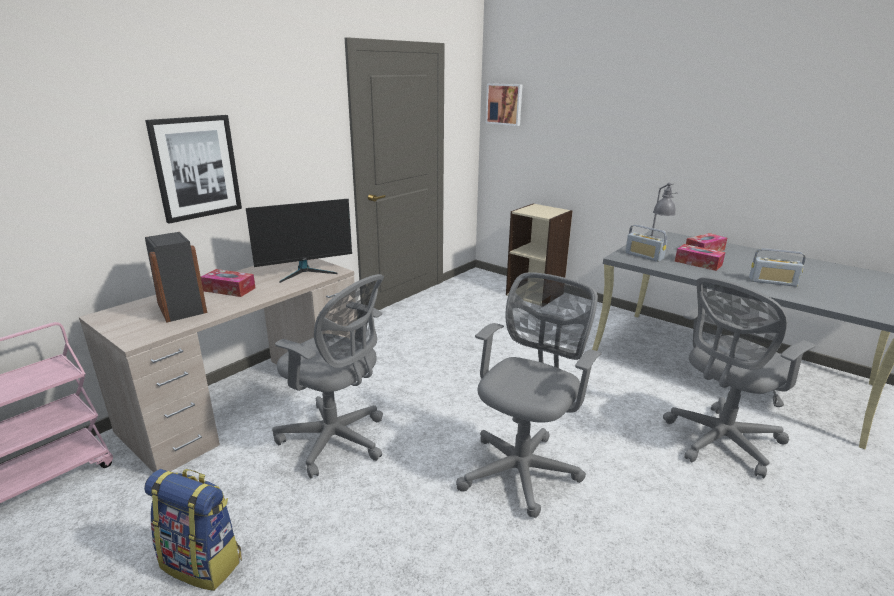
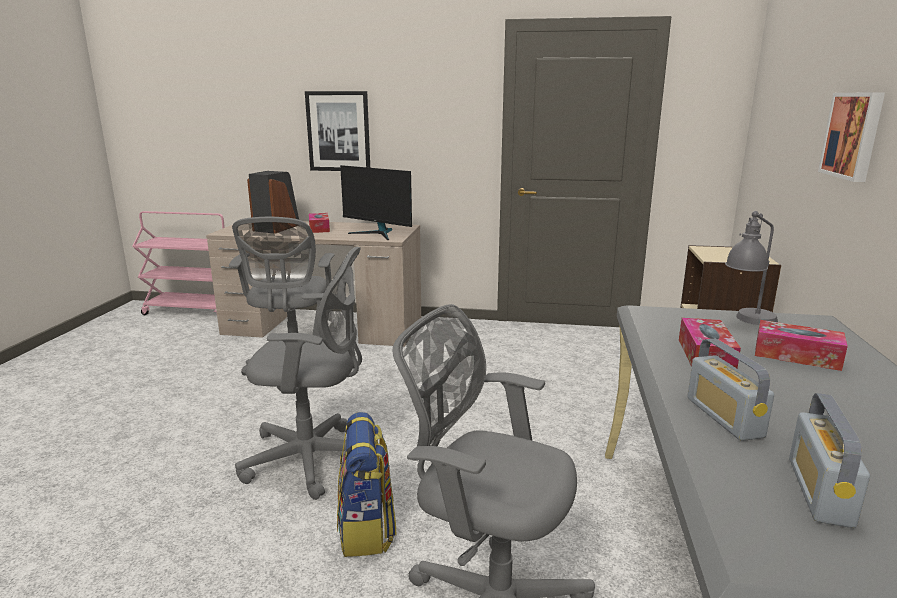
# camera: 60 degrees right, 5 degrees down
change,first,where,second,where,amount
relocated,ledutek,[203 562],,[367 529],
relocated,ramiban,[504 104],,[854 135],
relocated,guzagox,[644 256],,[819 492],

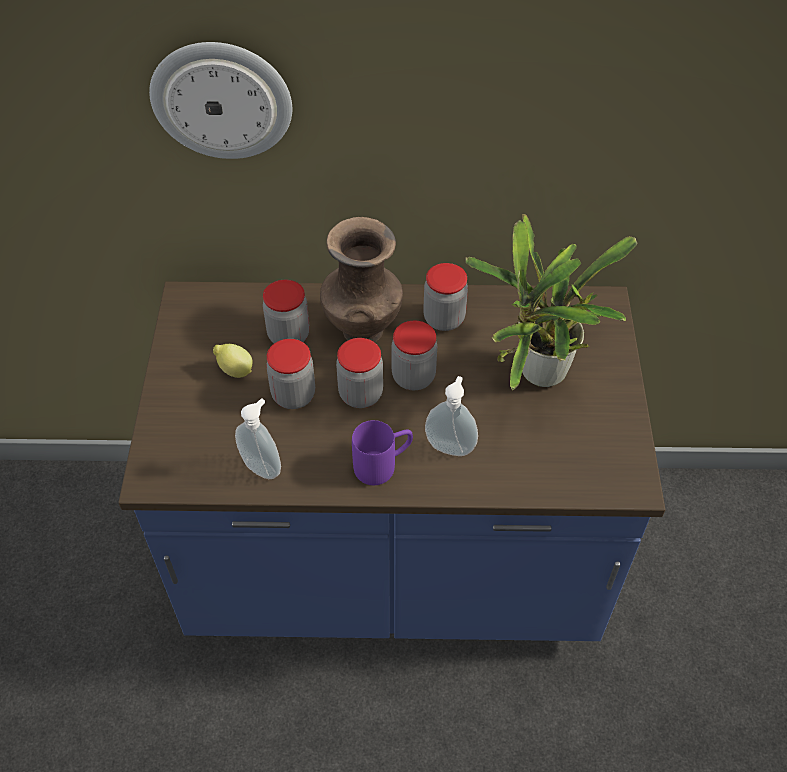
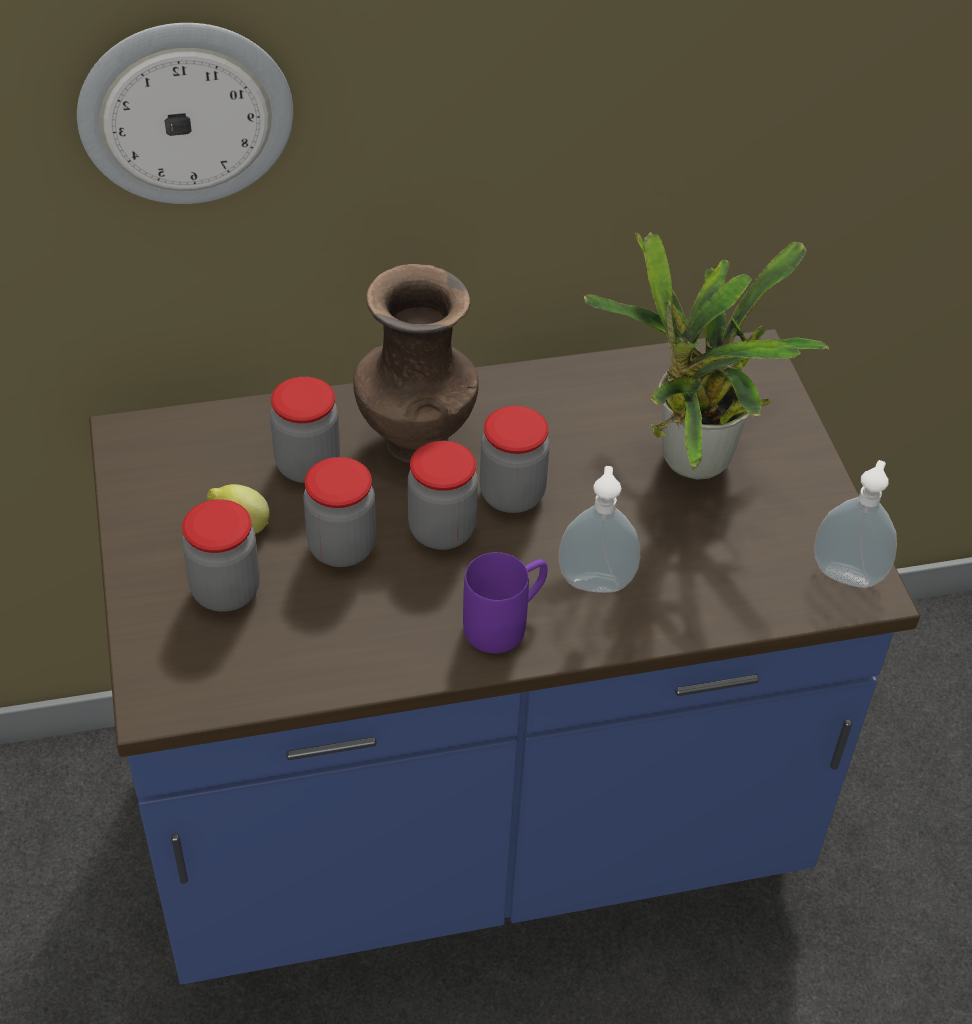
# camera: 15 degrees left, 5 degrees down
change,first,where,second,where,amount
relocated,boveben,[263 466],,[847 573],
relocated,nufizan,[444 319],,[225 591],

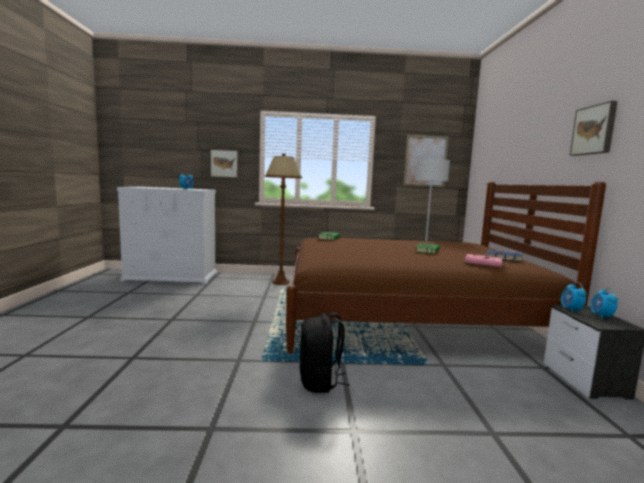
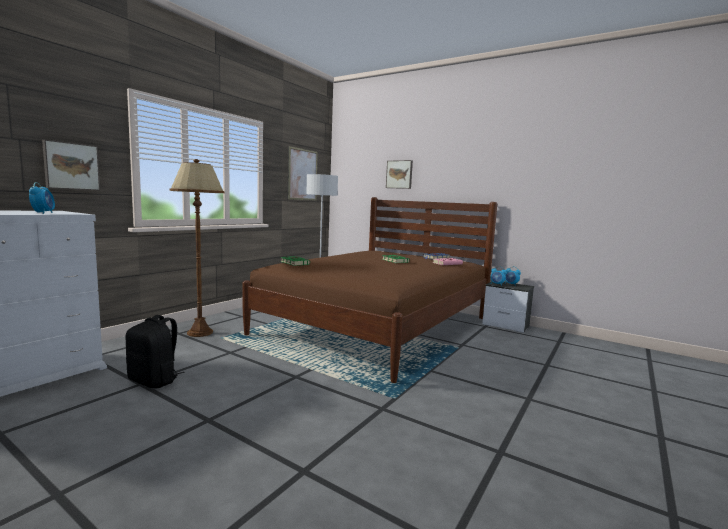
# camera: 55 degrees left, 0 degrees up
change,first,where,second,where,amount
relocated,black_ledutek,[320 382],,[154 381],
relocated,ramiban,[594 130],,[399 174],

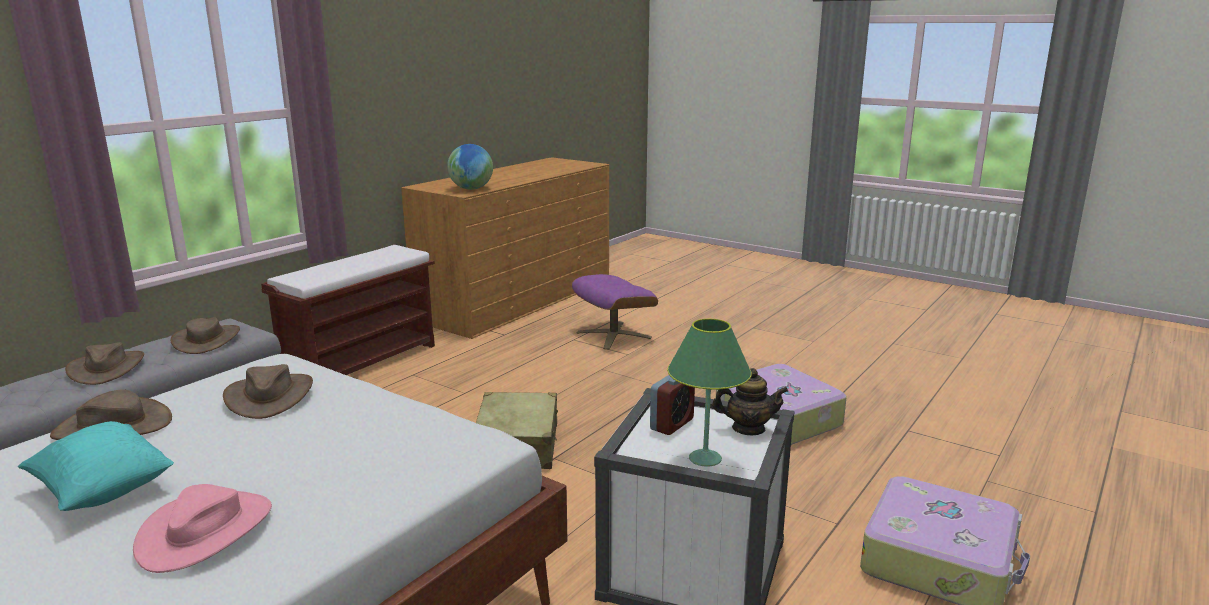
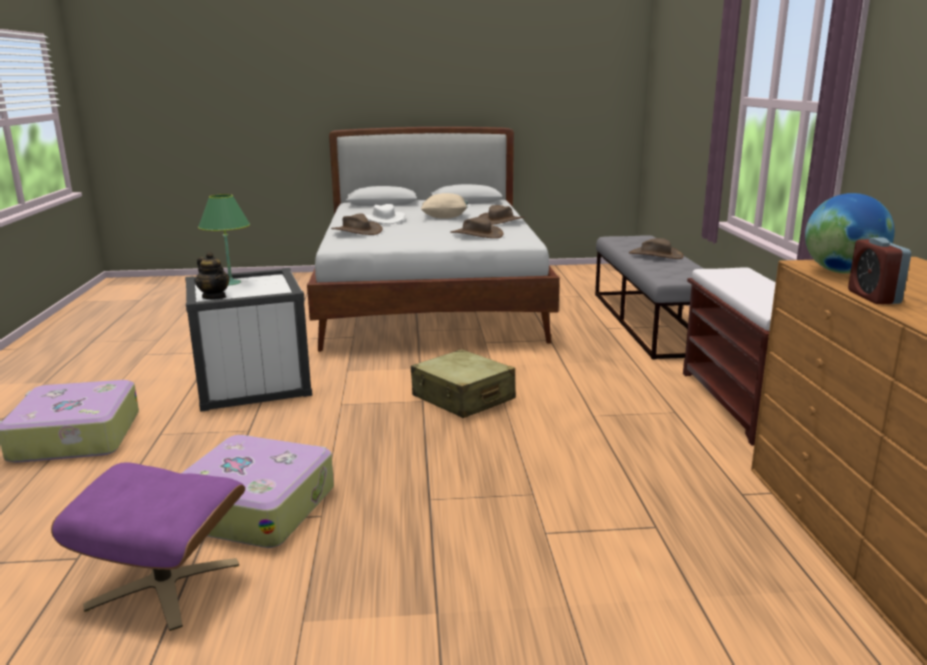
# camera: 140 degrees right, 0 degrees up
change,first,where,second,where,amount
relocated,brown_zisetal,[207 340],,[356 231],
relocated,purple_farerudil,[613 335],,[165 584],
relocated,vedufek,[672 424],,[873 297],
colour,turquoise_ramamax,[103 490],beige_ramamax,[445 217],
colour,pink_zisetal,[206 530],white_zisetal,[383 219],
spun,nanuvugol,[748 429],,[214 297],105 degrees counterclockwise

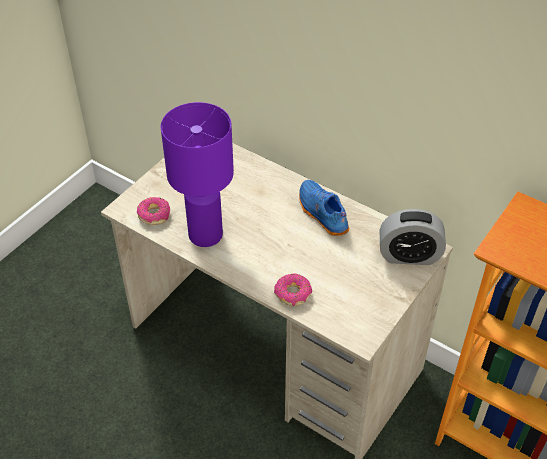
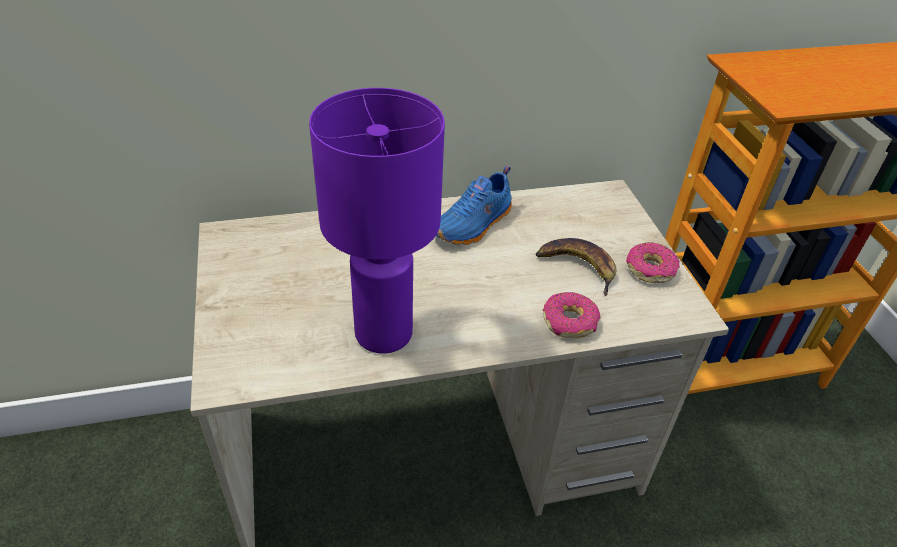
# camera: 50 degrees left, 5 degrees down
change,first,where,second,where,amount
missing,vedufek,[409 255],,,
appeared,,,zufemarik,[578 267],
relocated,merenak,[154 215],,[650 269],
spun,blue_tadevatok,[321 214],,[474 225],60 degrees counterclockwise

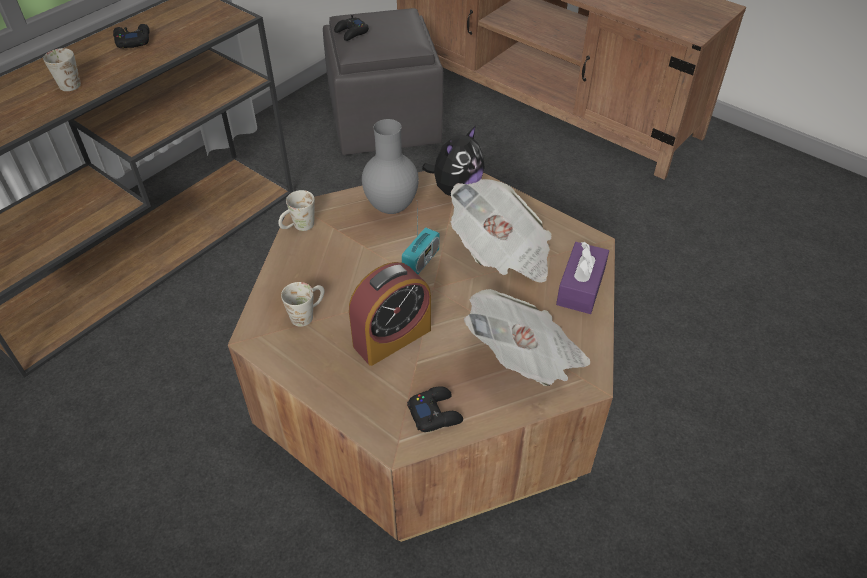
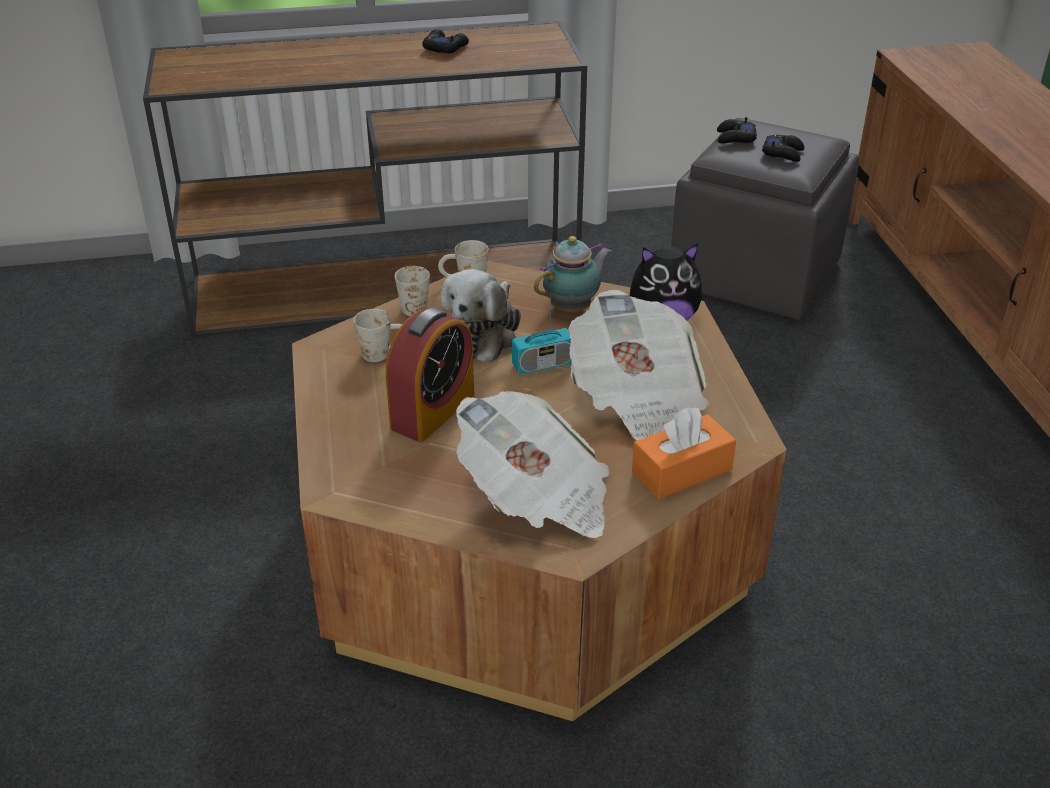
# camera: 40 degrees right, 10 degrees down
change,first,where,second,where,amount
appeared,,,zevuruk,[482 333],
relocated,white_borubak,[67 82],,[415 305],
relocated,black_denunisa,[435 413],,[783 153],
exchanged,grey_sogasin,[392 208],nanuvugol,[573 308],
colour,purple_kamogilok,[580 287],orange_kamogilok,[682 471],
spun,vedufek,[392 337],,[433 411],60 degrees counterclockwise

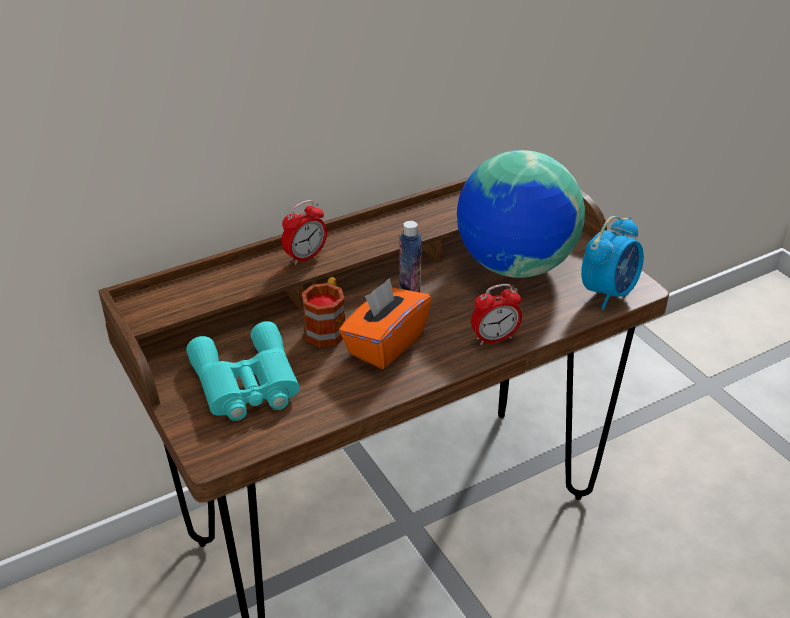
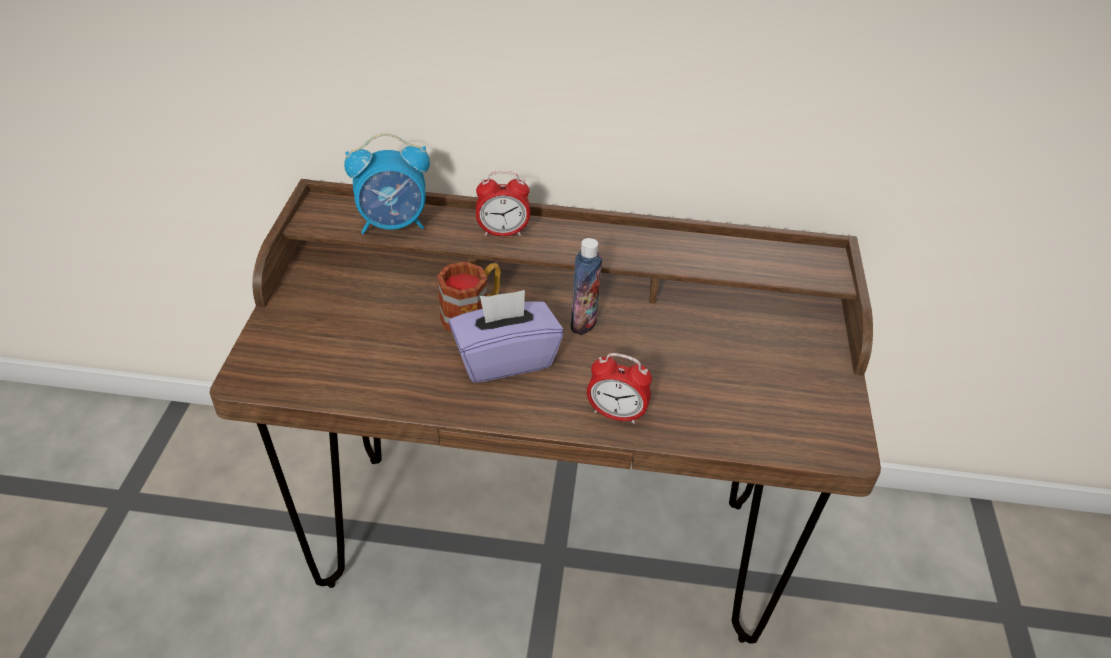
# camera: 35 degrees right, 5 degrees up
change,first,where,second,where,amount
missing,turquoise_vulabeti,[246 384],,,
missing,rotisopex,[514 266],,,
relocated,vedufek,[608 292],,[393 224],
colour,orange_kamogilok,[385 344],purple_kamogilok,[504 358],

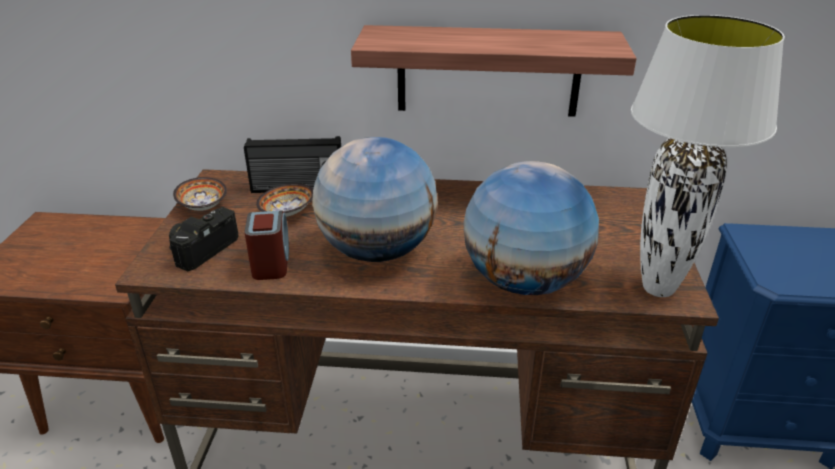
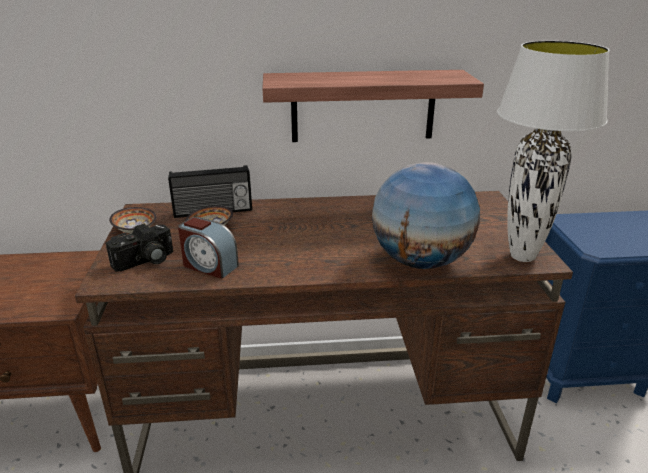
# camera: 10 degrees left, 5 degrees down
change,first,where,second,where,amount
missing,rotisopex,[377 251],,,
spun,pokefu,[202 248],,[145 261],150 degrees counterclockwise
spun,vedufek,[271 261],,[209 266],135 degrees clockwise

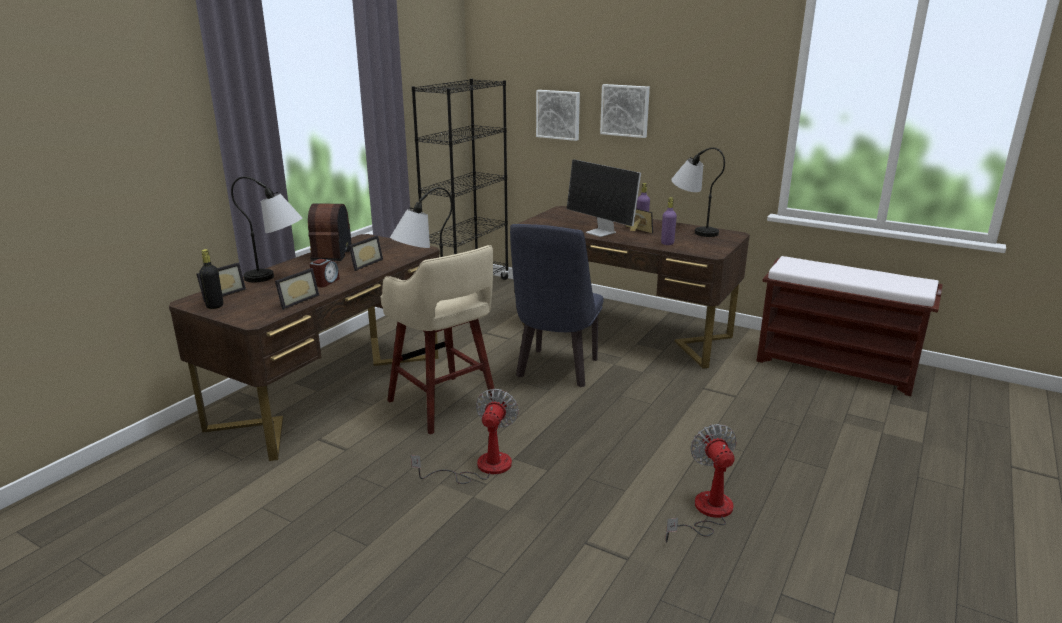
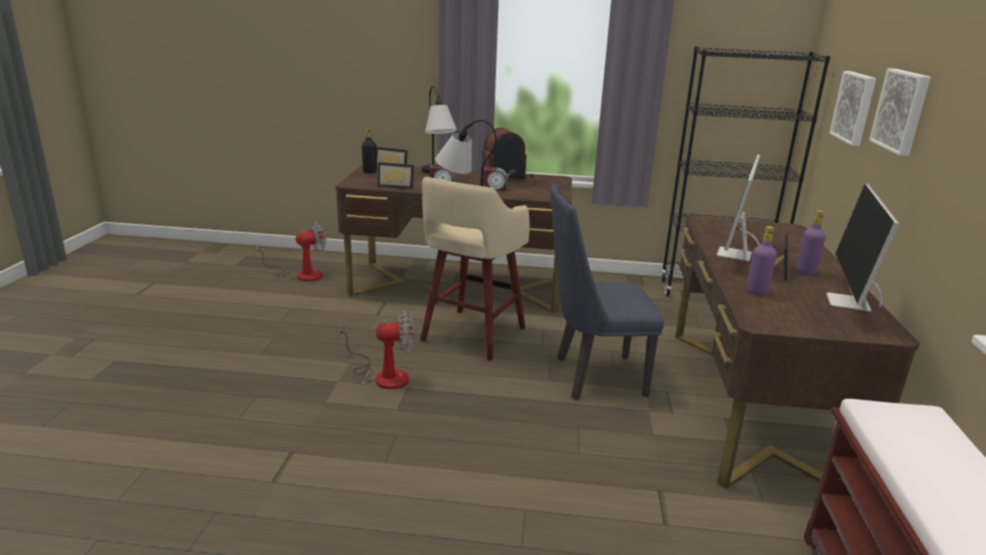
# camera: 65 degrees right, 0 degrees up
change,first,where,second,where,amount
relocated,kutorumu,[706 512],,[301 275],
exchanged,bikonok,[364 264],vedufek,[495 188],
exchanged,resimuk,[692 230],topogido,[849 303],

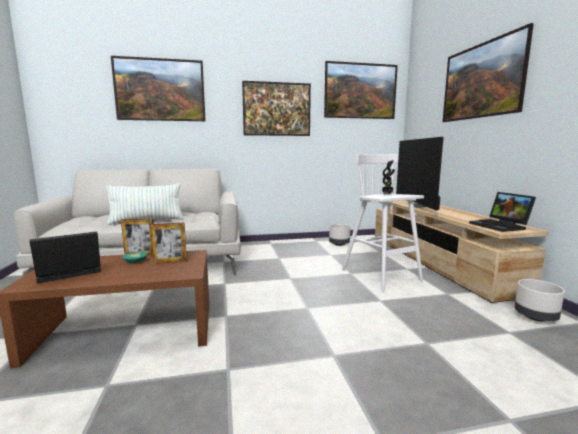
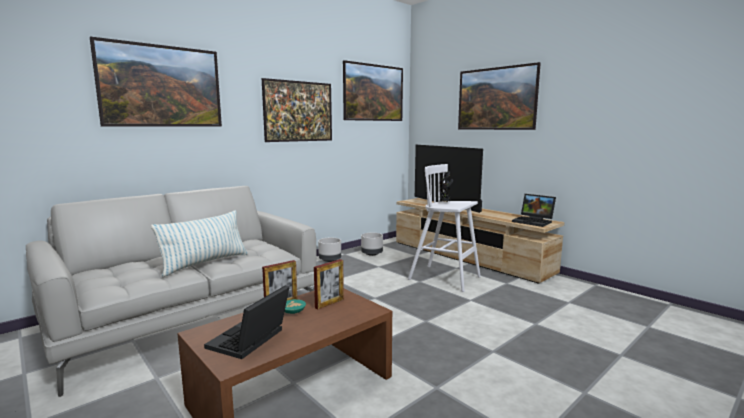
# camera: 30 degrees left, 0 degrees up
change,first,where,second,where,amount
relocated,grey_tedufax,[535 317],,[330 260],

